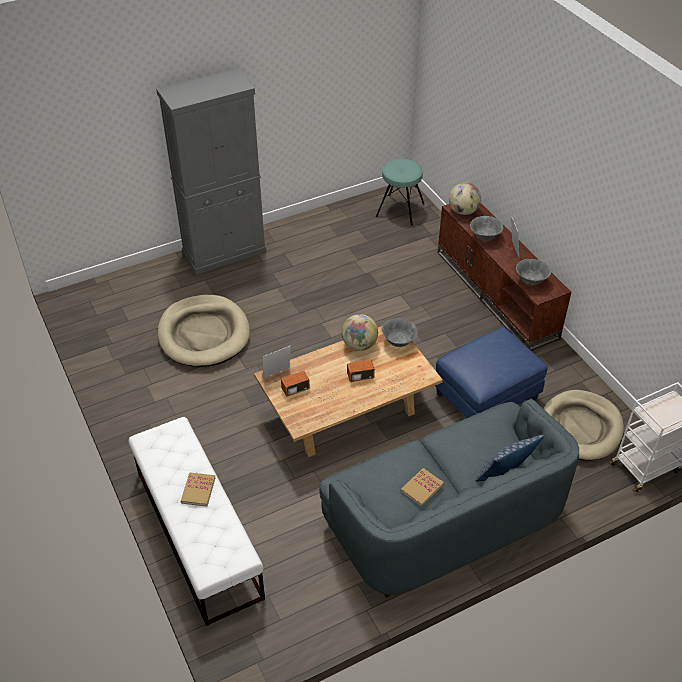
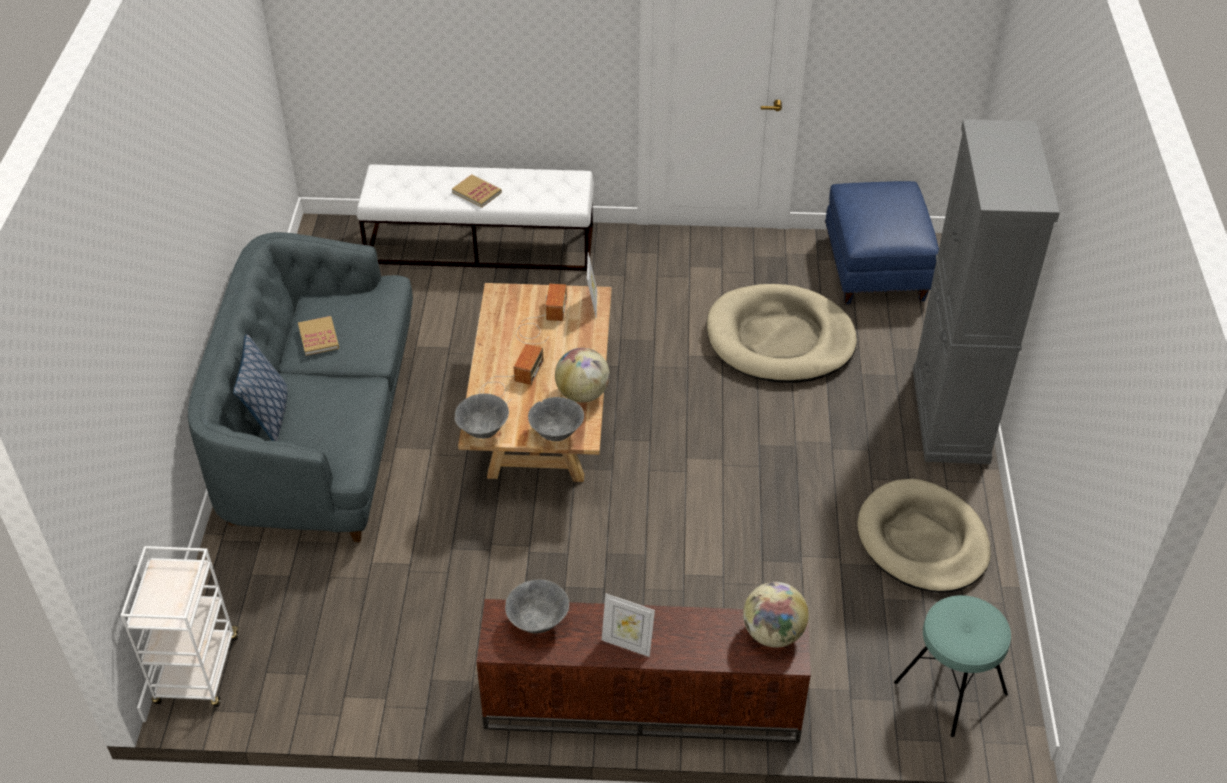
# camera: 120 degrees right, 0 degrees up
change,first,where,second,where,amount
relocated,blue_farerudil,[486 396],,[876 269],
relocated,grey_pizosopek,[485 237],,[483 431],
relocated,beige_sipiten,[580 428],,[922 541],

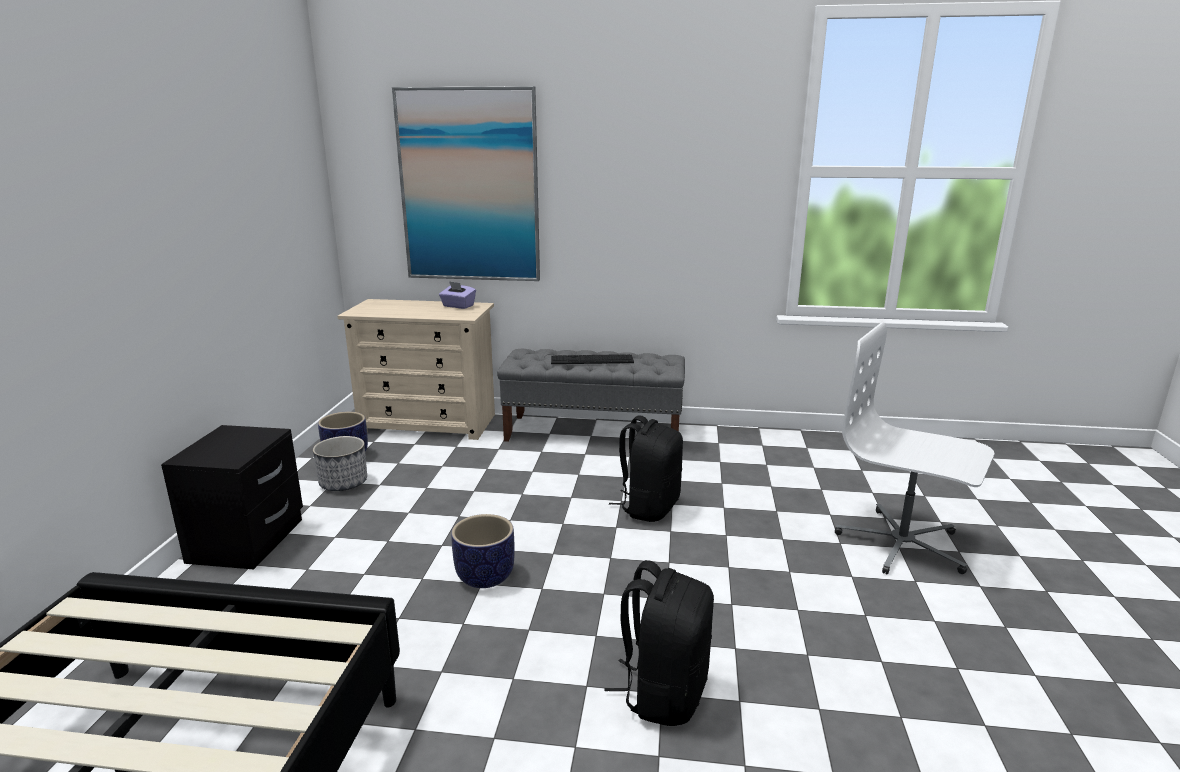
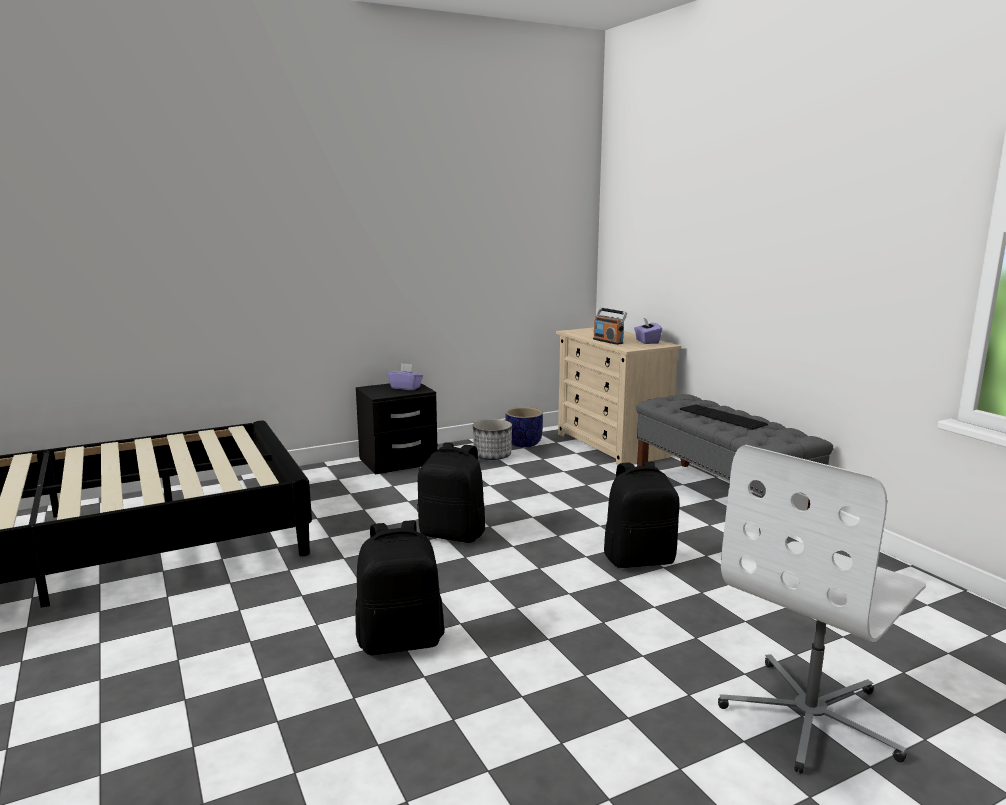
# camera: 55 degrees right, 5 degrees down
change,first,where,second,where,amount
missing,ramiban,[469 186],,,
appeared,,,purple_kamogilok,[406 387],
appeared,,,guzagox,[608 341],
exchanged,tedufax,[485 576],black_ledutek,[453 534],
spun,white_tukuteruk,[902 544],,[811 717],135 degrees counterclockwise

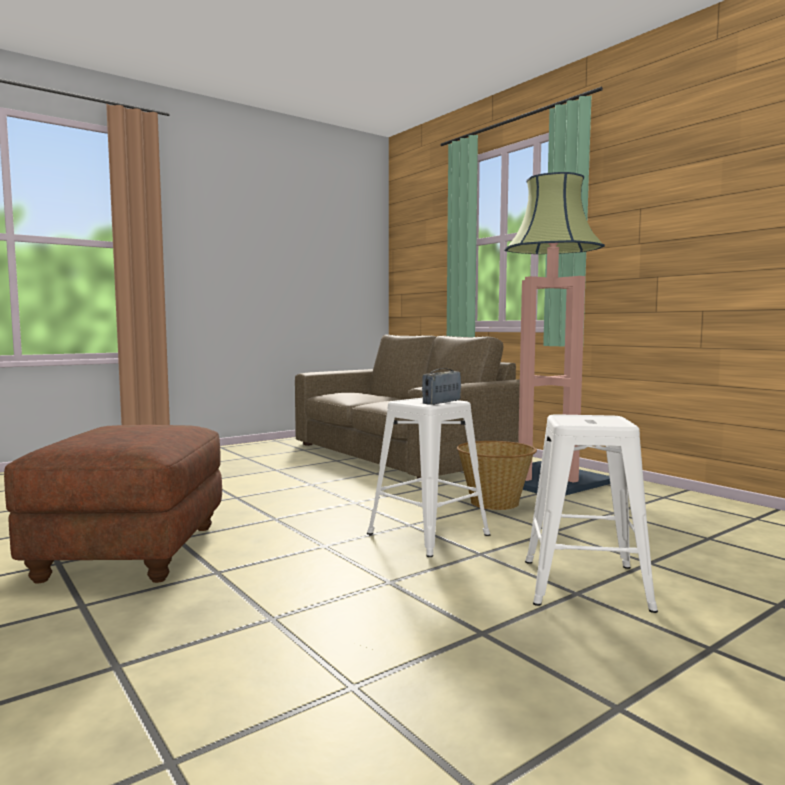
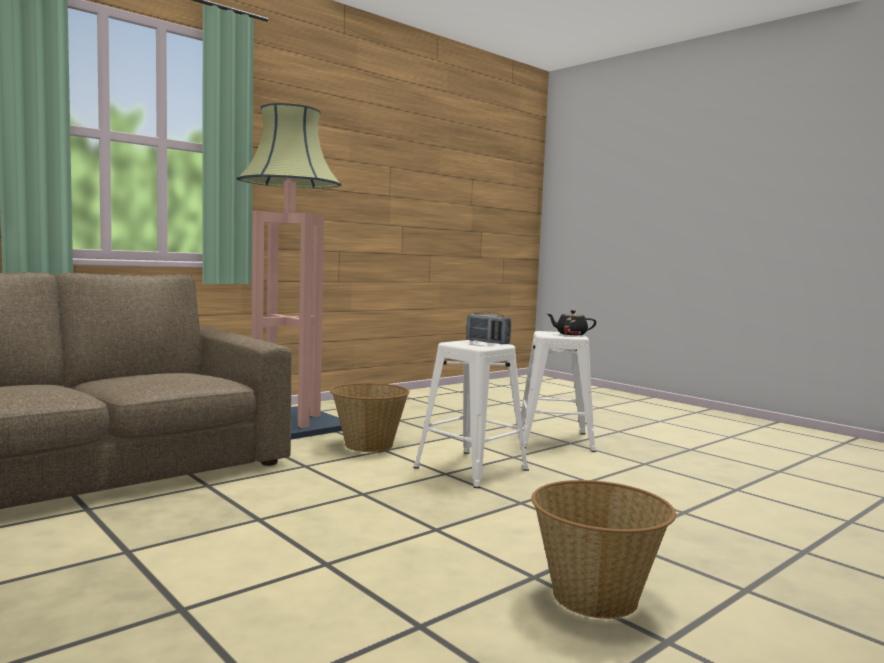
# camera: 95 degrees left, 0 degrees up
change,first,where,second,where,amount
appeared,,,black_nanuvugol,[570 334],
exchanged,brown_farerudil,[131 552],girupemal,[595 597],

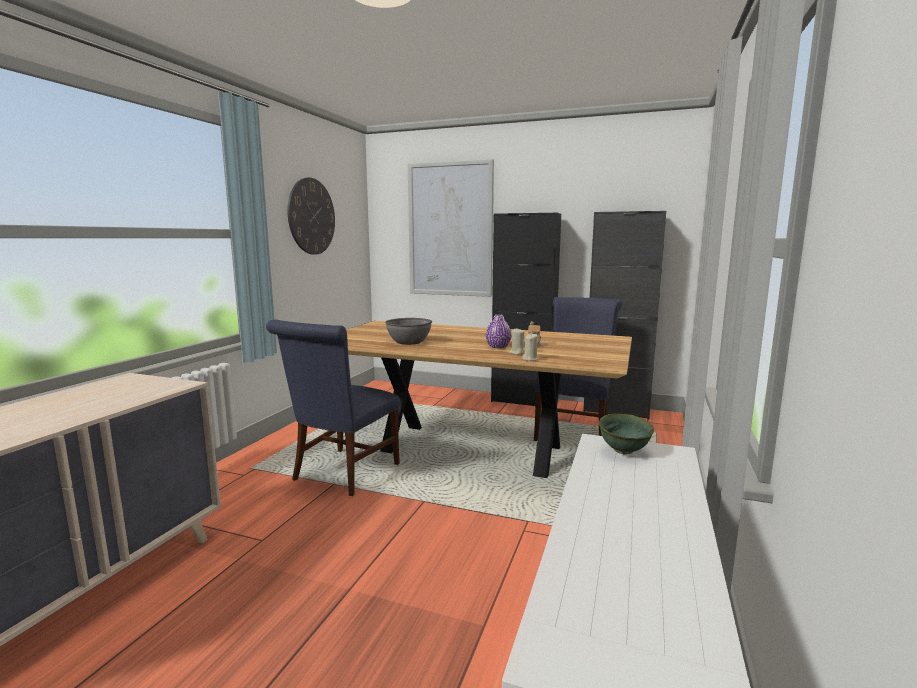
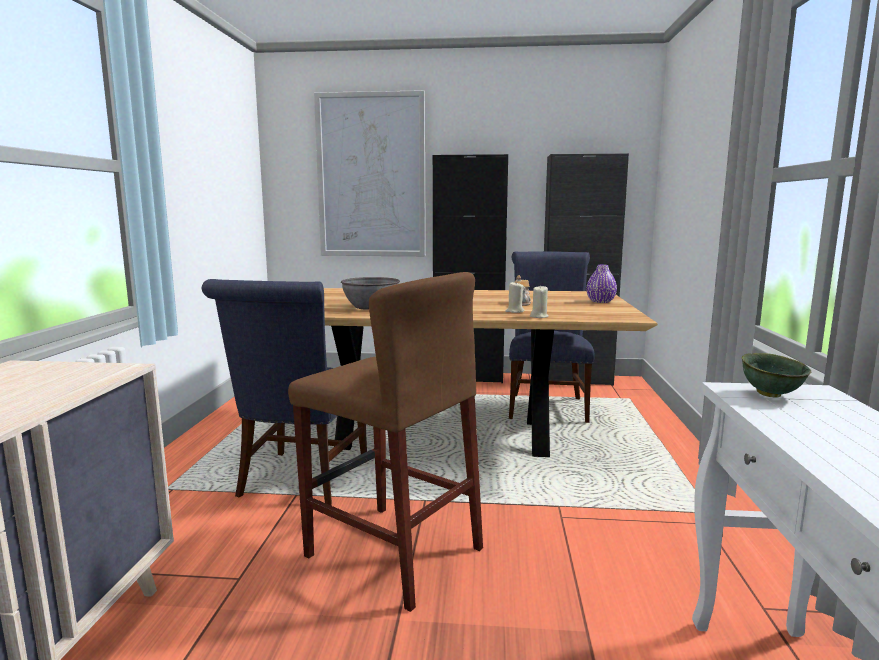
# camera: 15 degrees left, 0 degrees up
change,first,where,second,where,amount
missing,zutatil,[311 216],,,
appeared,,,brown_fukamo,[393 552],
relocated,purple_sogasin,[498 347],,[600 301],

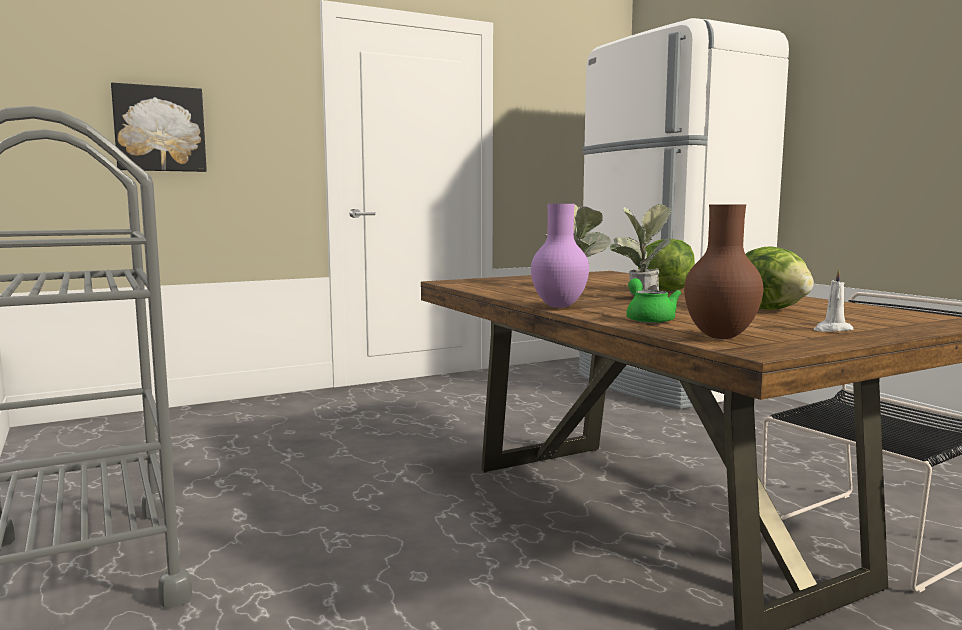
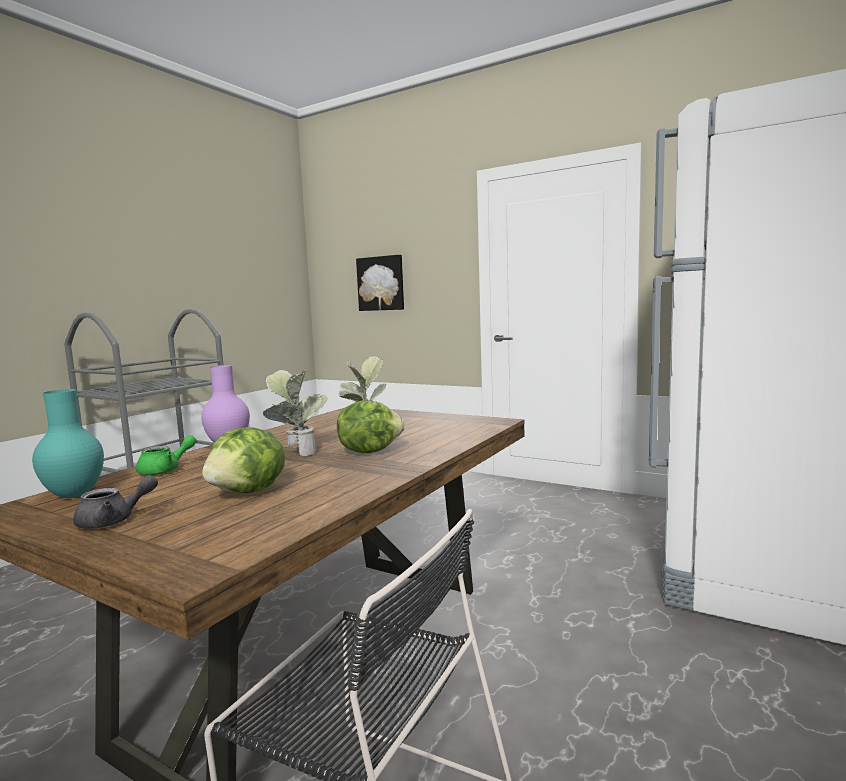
# camera: 60 degrees right, 0 degrees up
change,first,where,second,where,amount
exchanged,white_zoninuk,[832 330],grey_nanuvugol,[114 521],
colour,brown_sogasin,[719 337],turquoise_sogasin,[73 495],

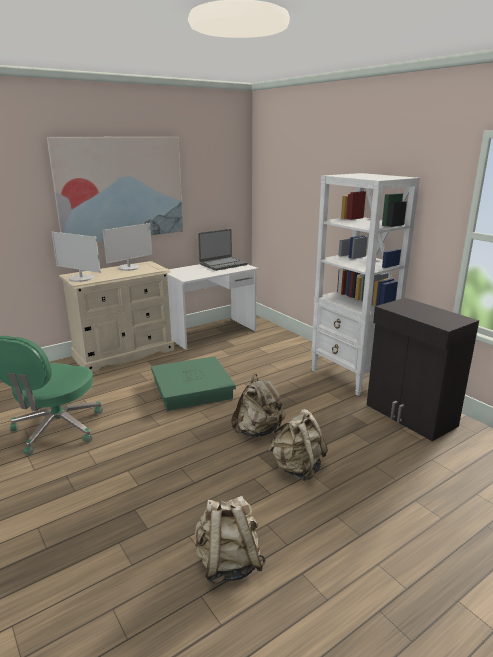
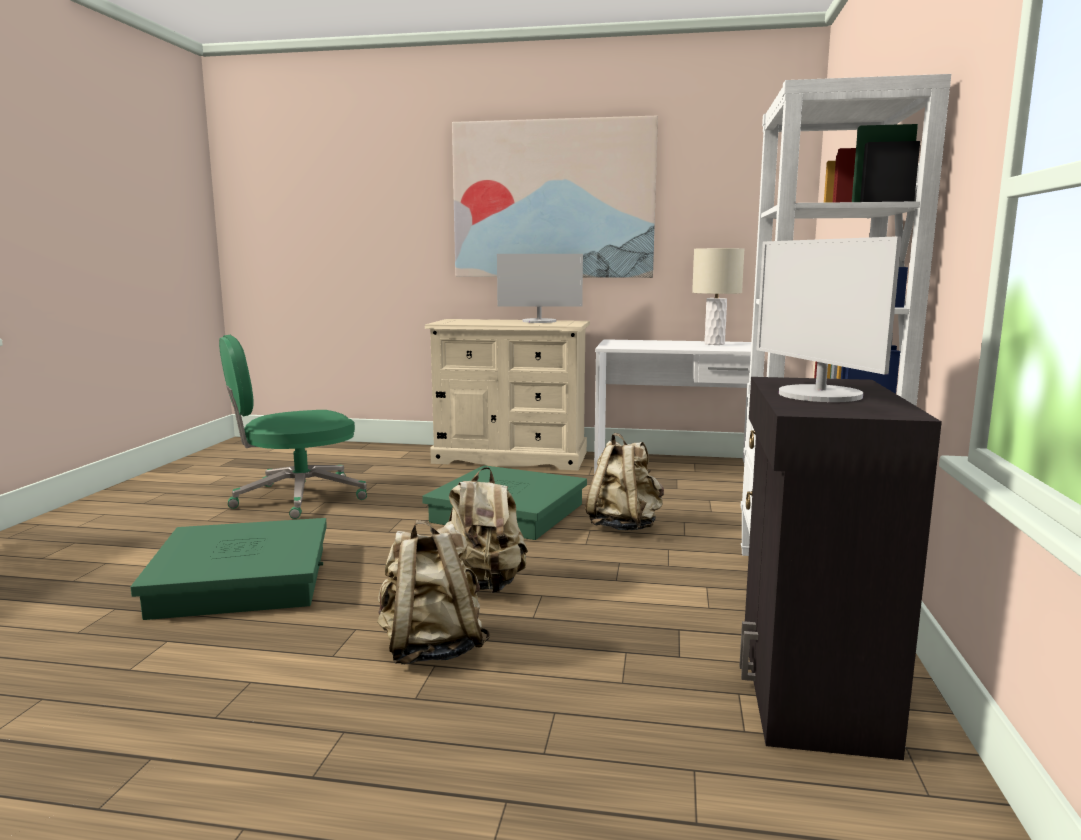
# camera: 45 degrees right, 10 degrees down
change,first,where,second,where,amount
appeared,,,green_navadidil,[242 581],
relocated,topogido,[81 278],,[819 395],
relocated,beige_ledutek,[228 563],,[624 526],
exchanged,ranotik,[223 264],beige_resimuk,[714 344],

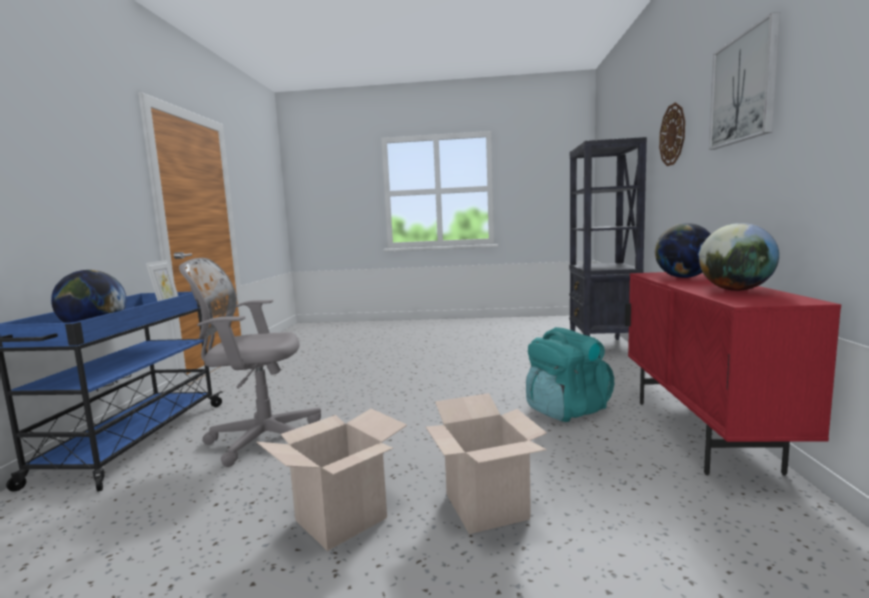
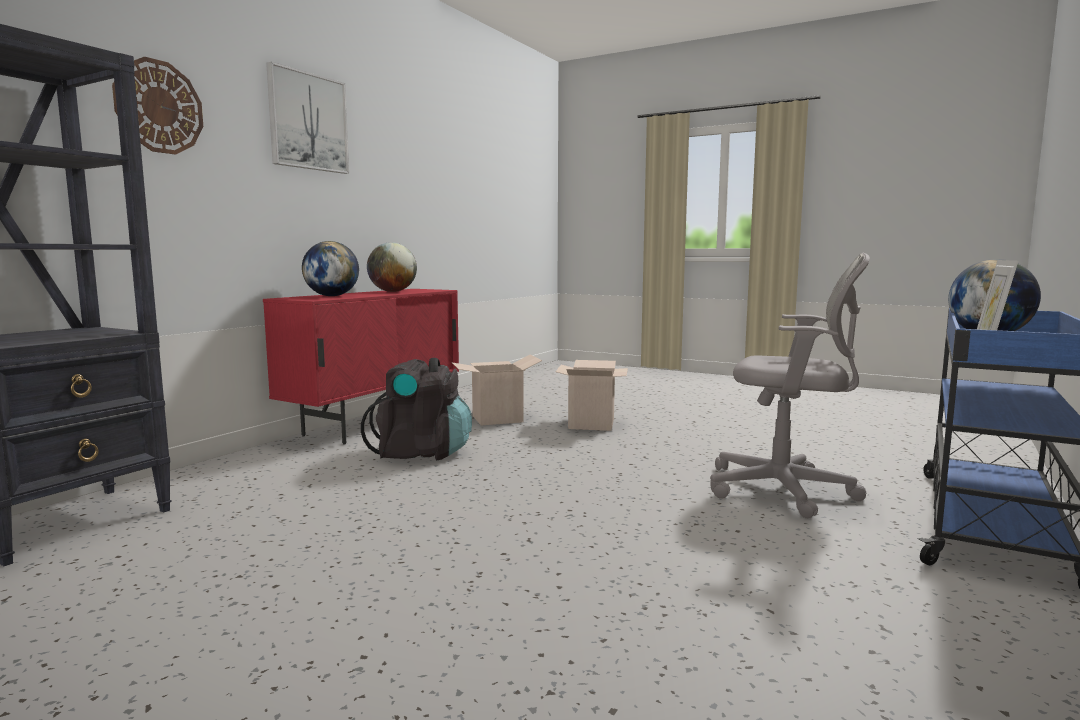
# camera: 155 degrees left, 0 degrees up
change,first,where,second,where,amount
relocated,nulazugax,[341 519],,[497 419],
colour,turquoise_ledutek,[566 410],black_ledutek,[421 453],

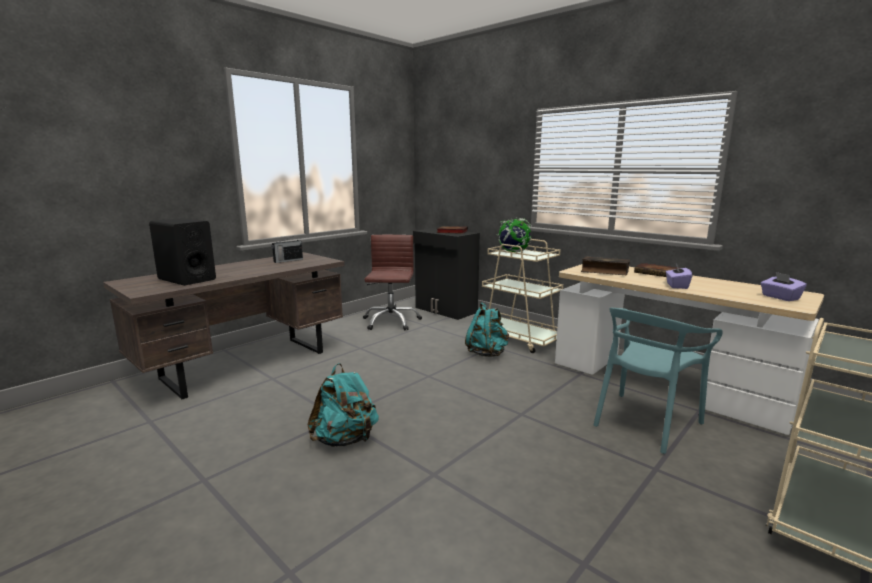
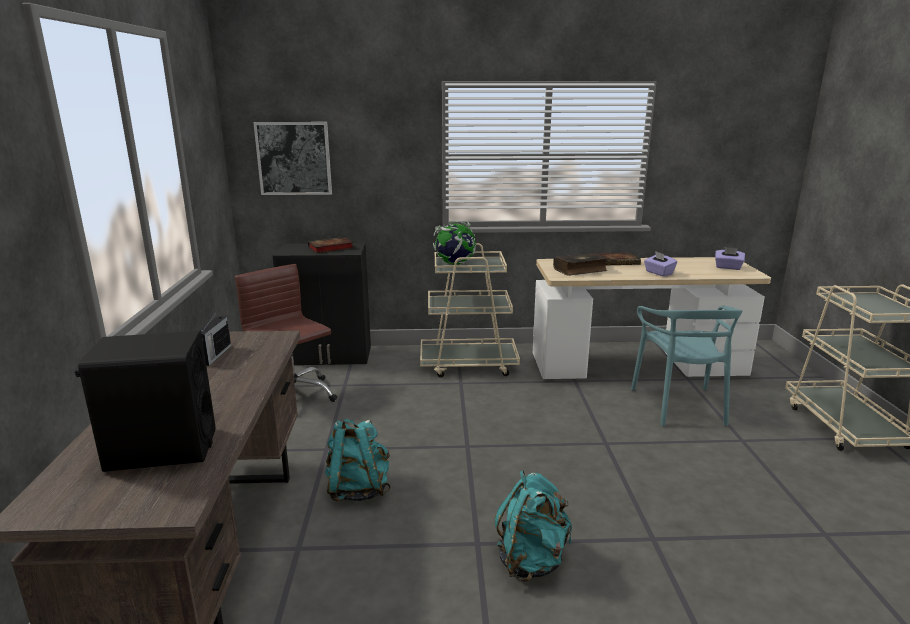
# camera: 45 degrees left, 5 degrees up
change,first,where,second,where,amount
appeared,,,ramiban,[294 158],
relocated,turquoise_ledutek,[487 353],,[358 490],

